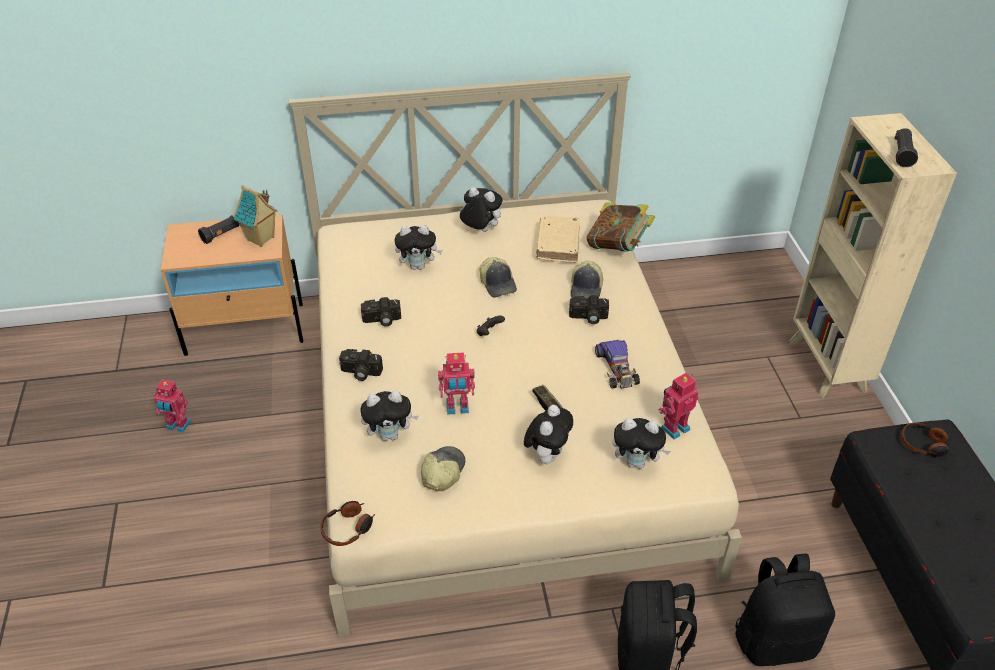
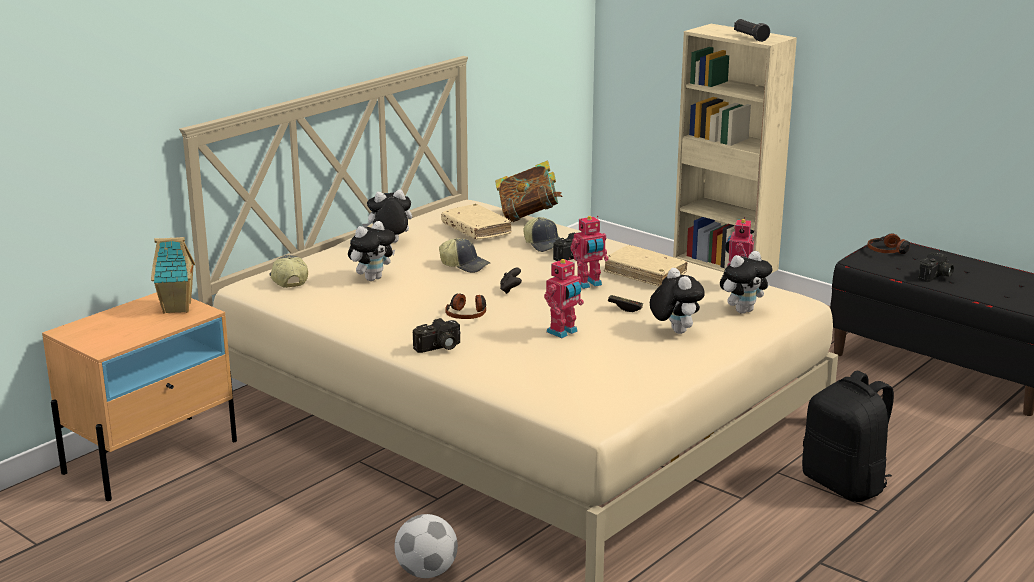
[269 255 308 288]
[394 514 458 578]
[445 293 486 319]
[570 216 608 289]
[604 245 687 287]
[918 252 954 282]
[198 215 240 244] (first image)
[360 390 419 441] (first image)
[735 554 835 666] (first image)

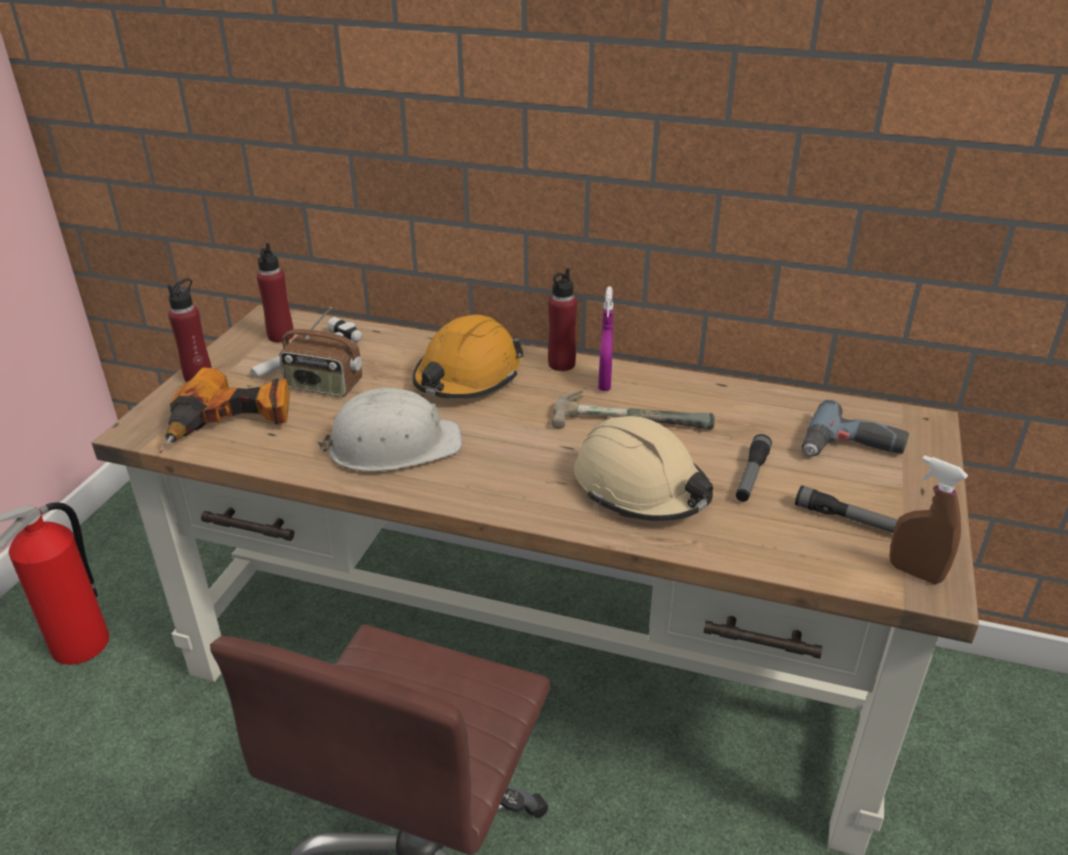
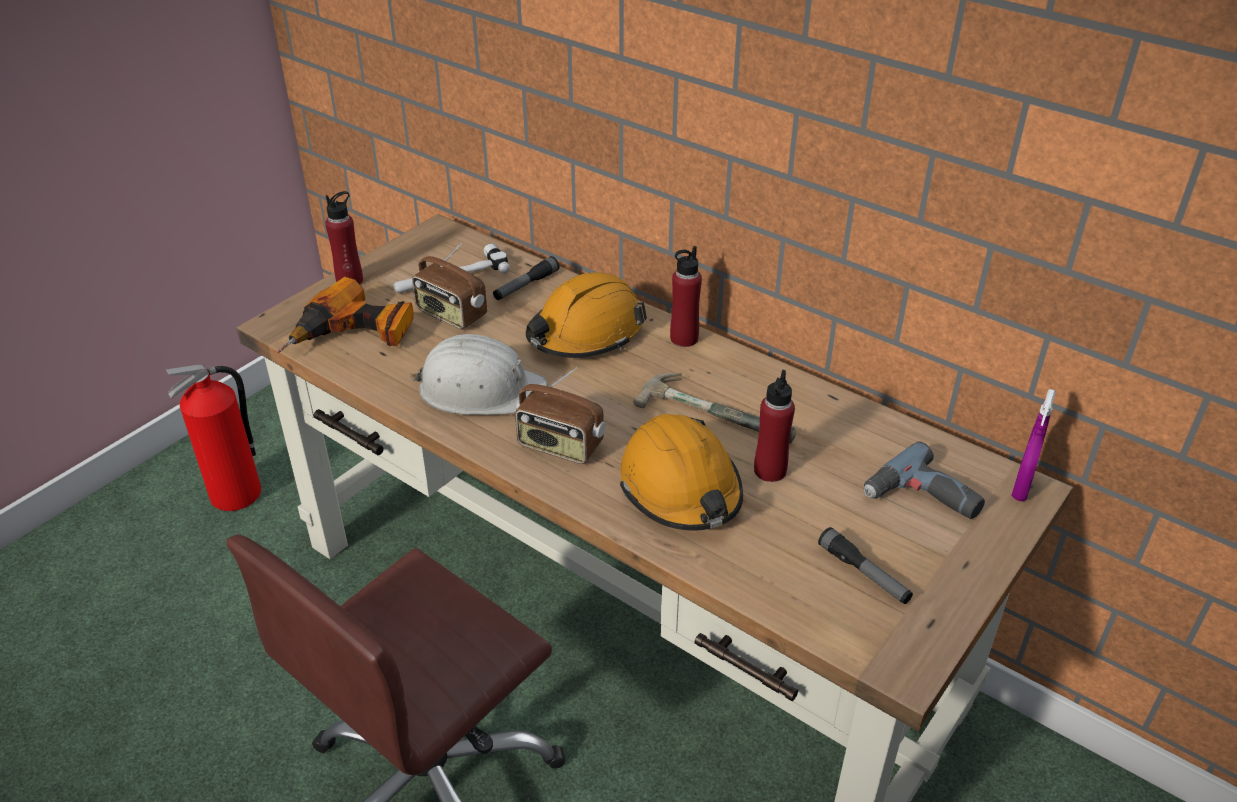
[493 256 559 300]
[515 367 605 464]
[620 414 743 531]
[754 370 795 482]
[1011 389 1056 501]
[889 455 968 584] (first image)

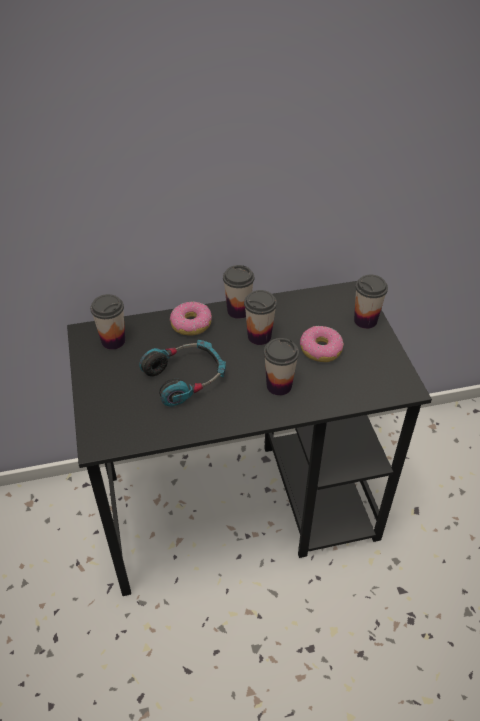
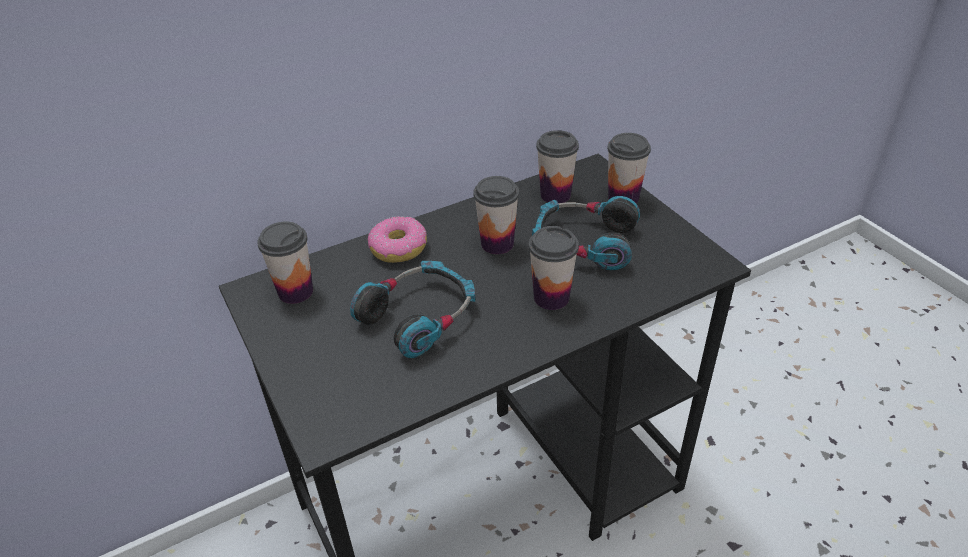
[532 196 640 270]
[536 130 579 203]

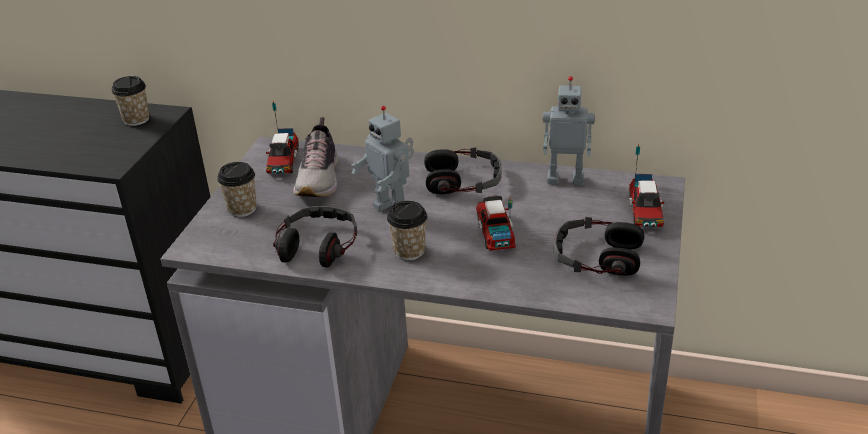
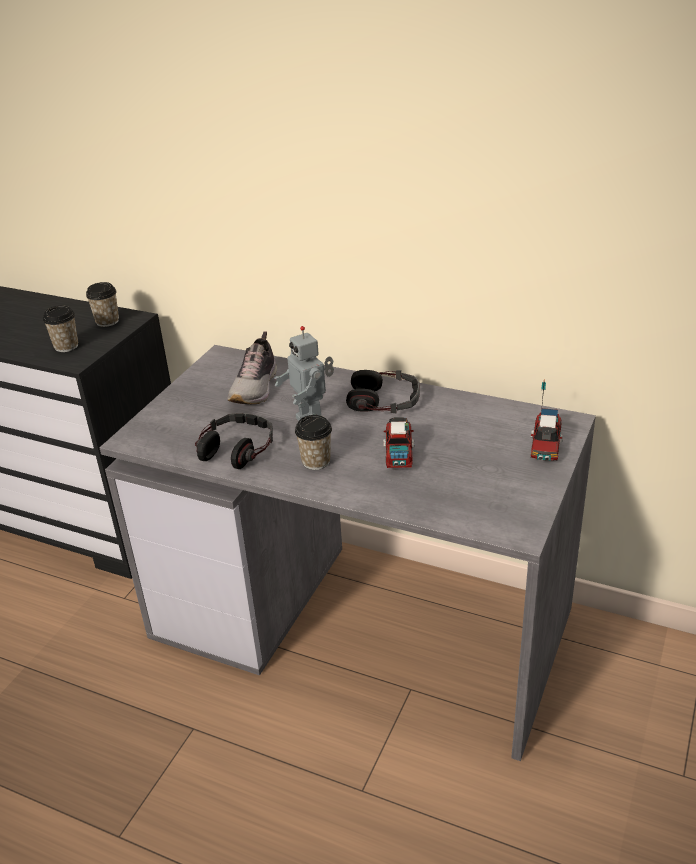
[43 306 78 352]
[266 101 299 174] (first image)
[543 76 595 186] (first image)
[554 217 645 276] (first image)

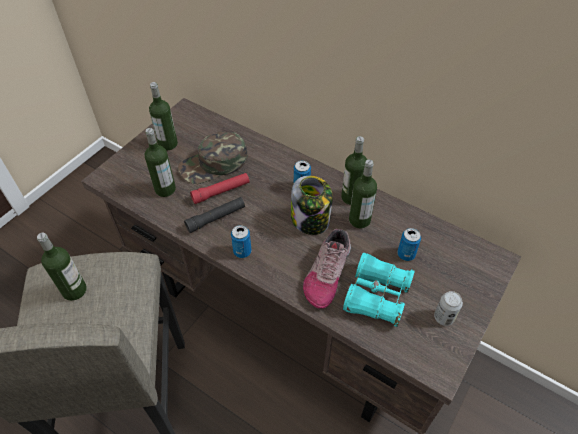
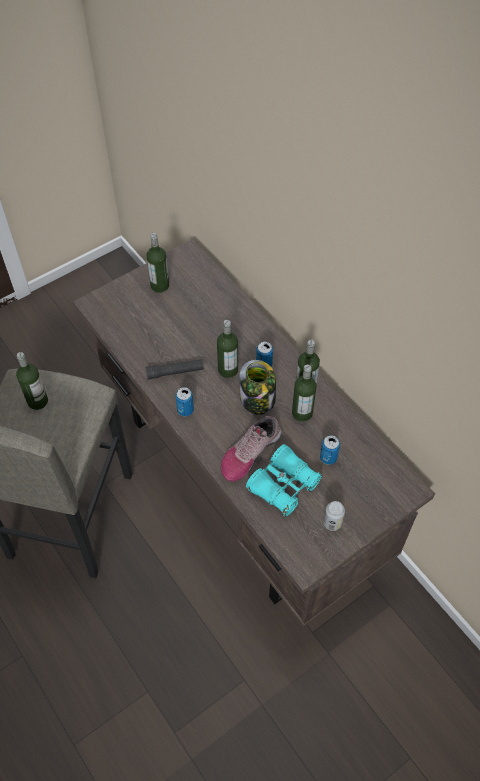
[217 320 238 378]
[178 131 248 184] (first image)
[190 173 250 204] (first image)

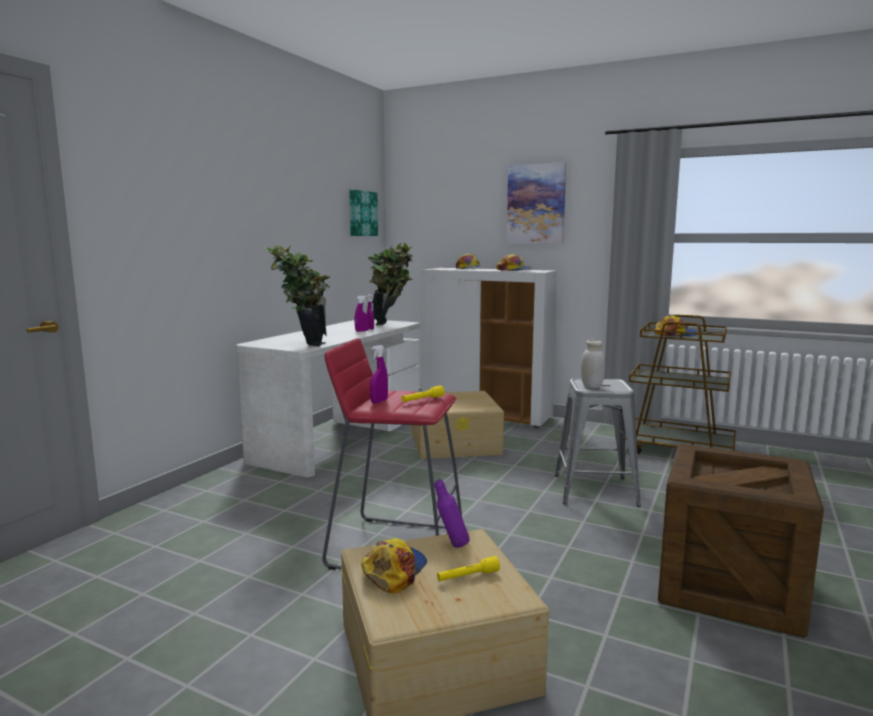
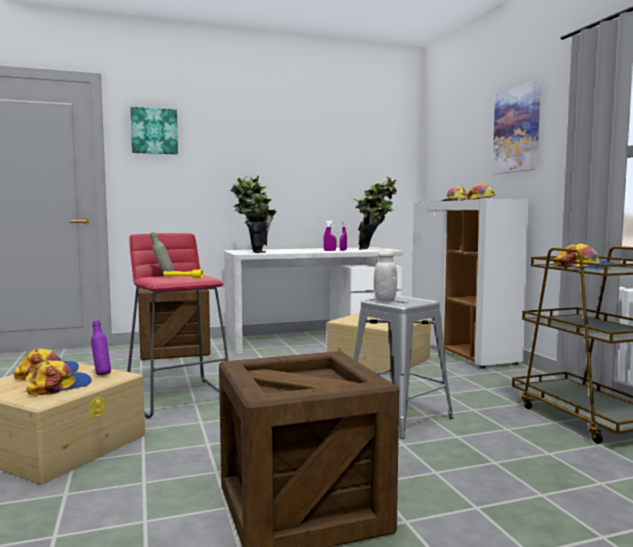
[25 360 92 395]
[130 107 178 155]
[138 288 210 360]
[150 232 175 273]

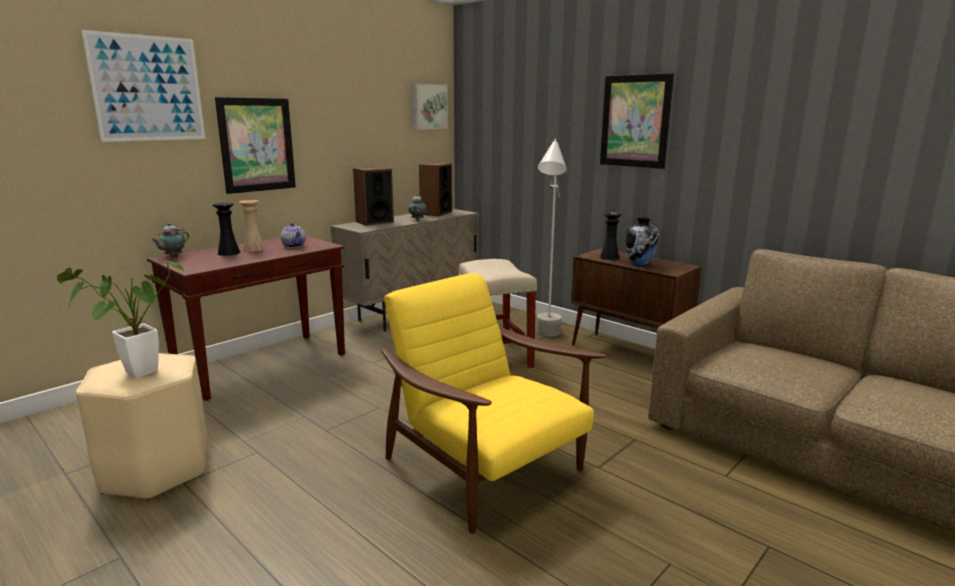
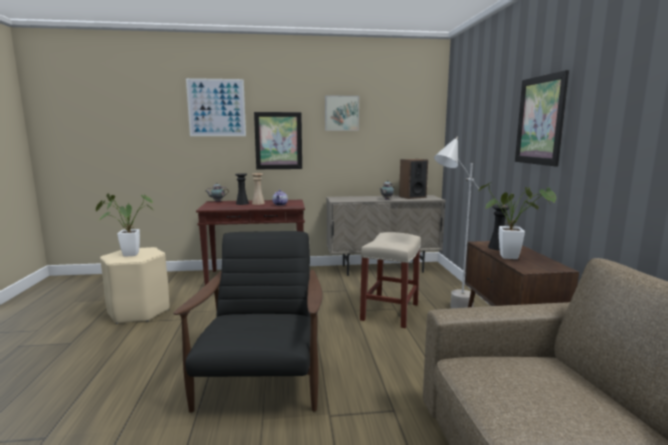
[173 231 323 413]
[325 95 359 130]
[479 182 556 259]
[353 167 394 226] (first image)

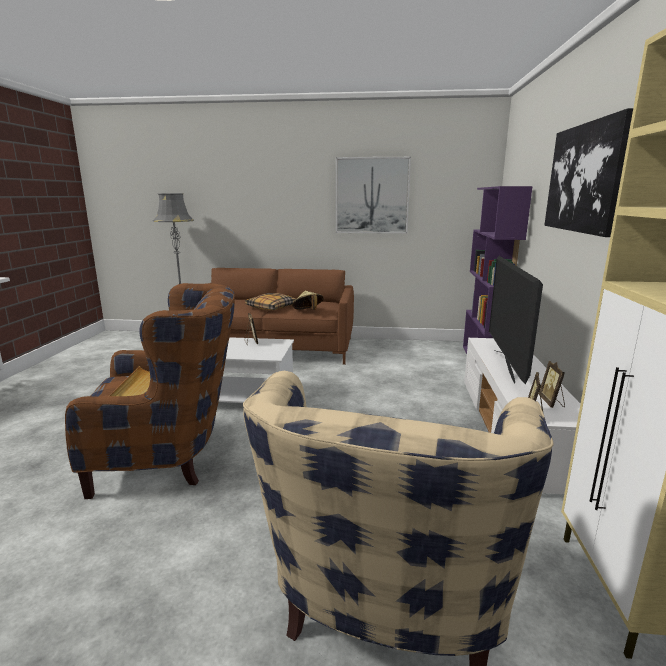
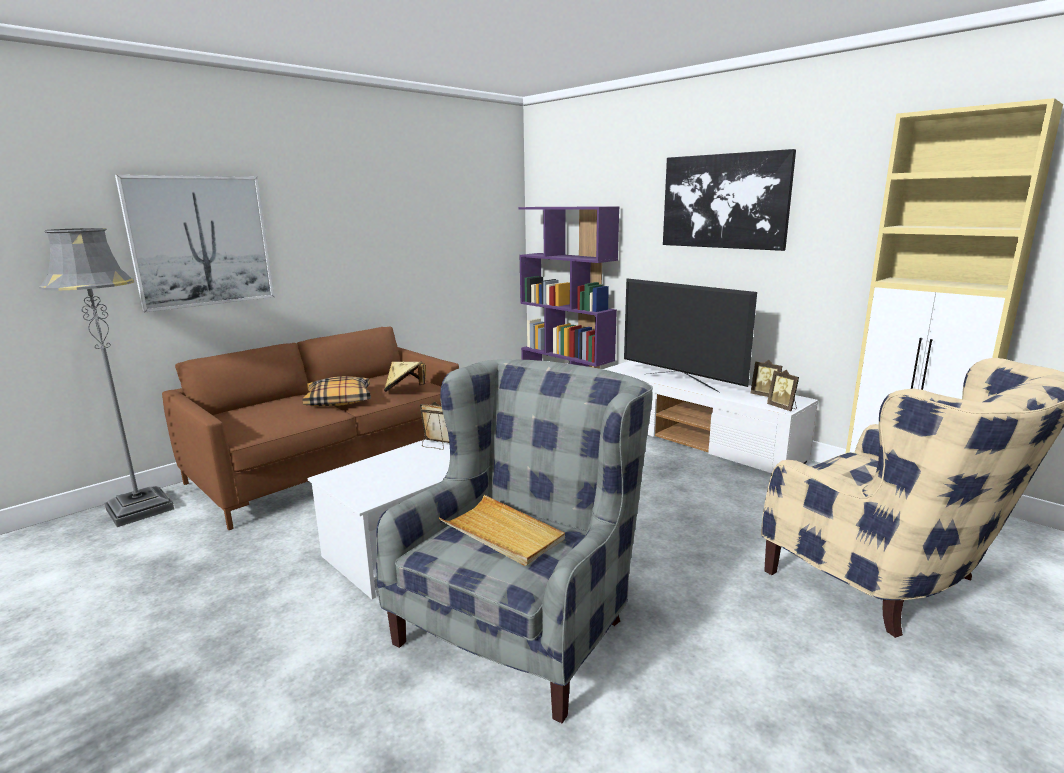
[115 175 274 312]
[376 359 653 724]

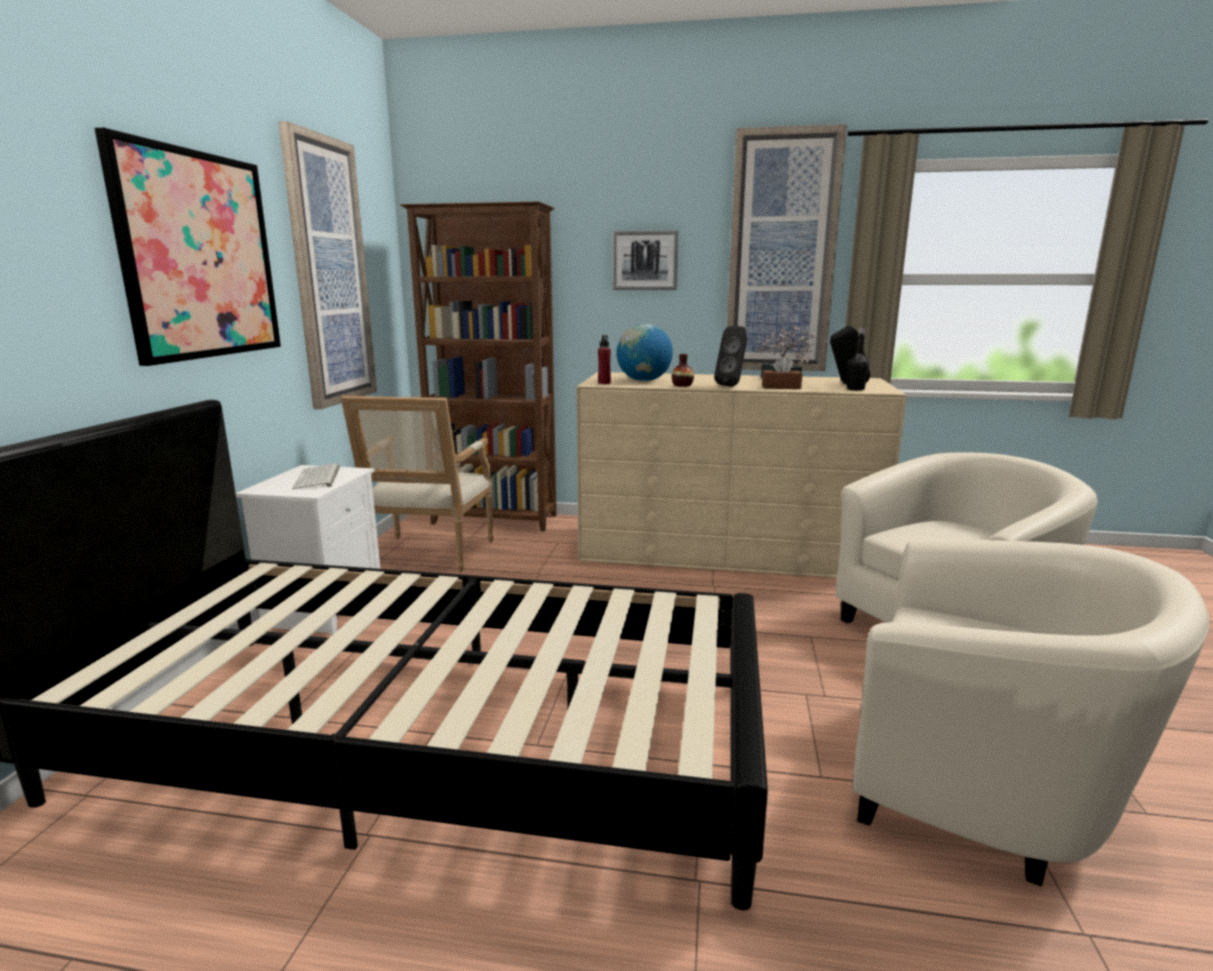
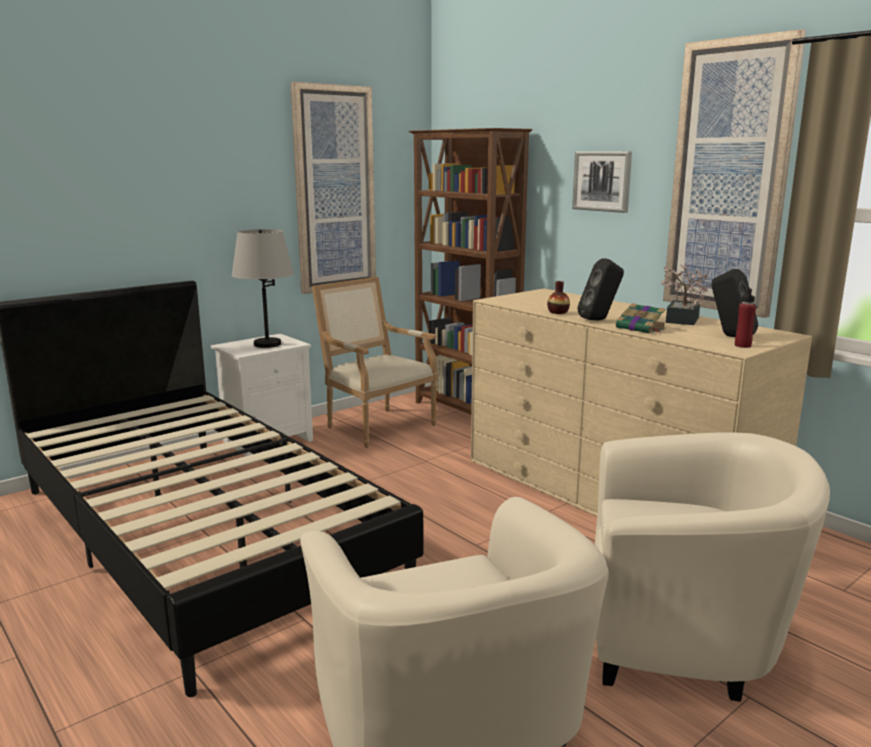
[232 229 294 348]
[312 277 438 448]
[616 303 666 334]
[735 287 756 348]
[95 128 281 366] (first image)
[617 324 673 381] (first image)
[847 328 869 390] (first image)

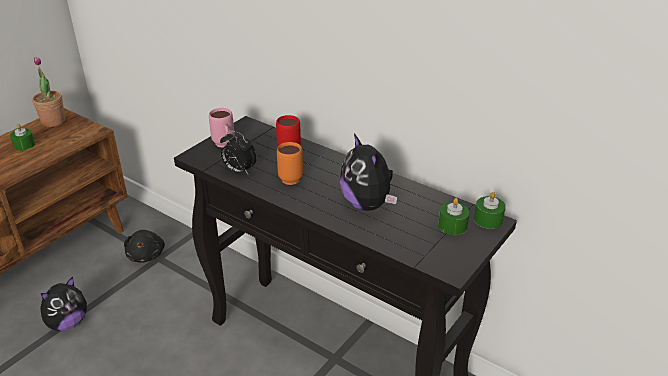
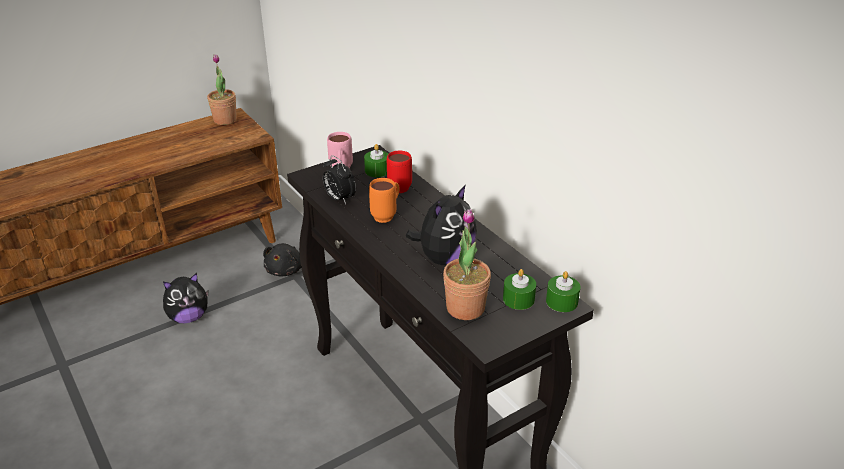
[364 144 388 177]
[406 185 477 265]
[443 209 491 320]

